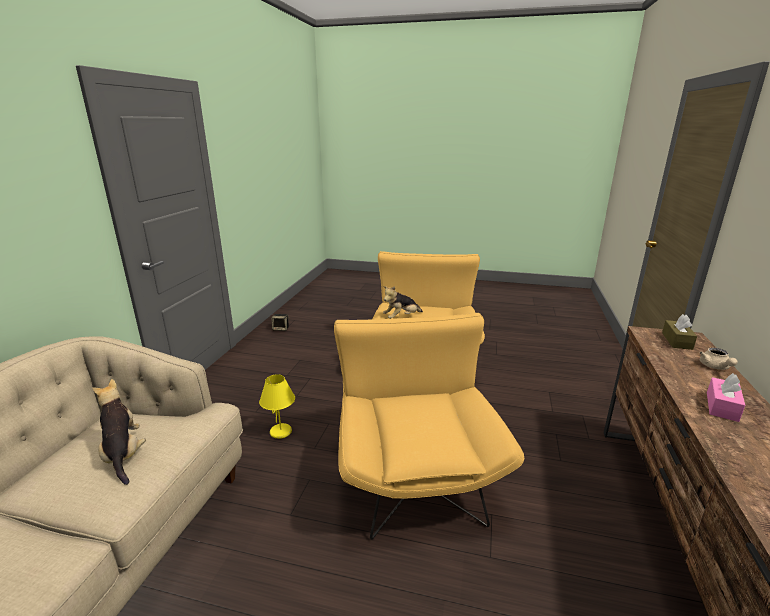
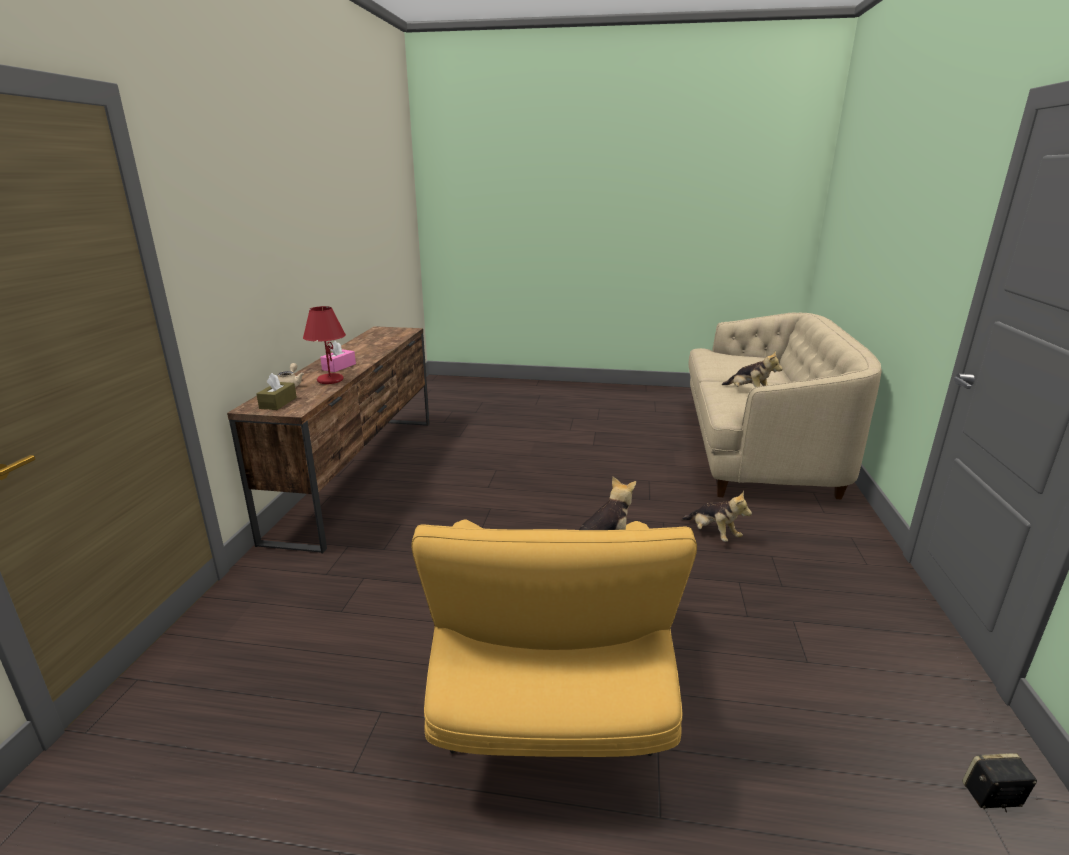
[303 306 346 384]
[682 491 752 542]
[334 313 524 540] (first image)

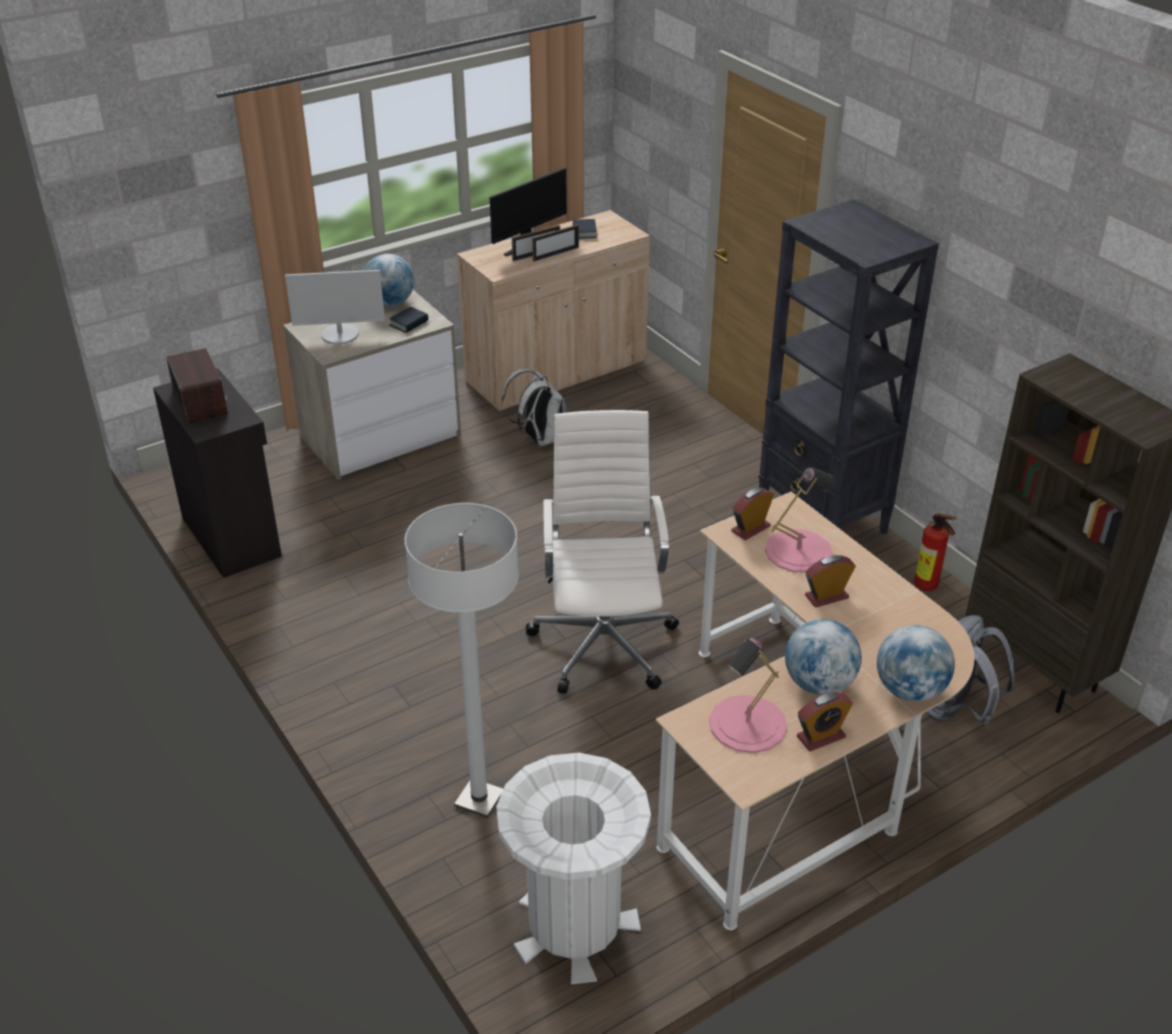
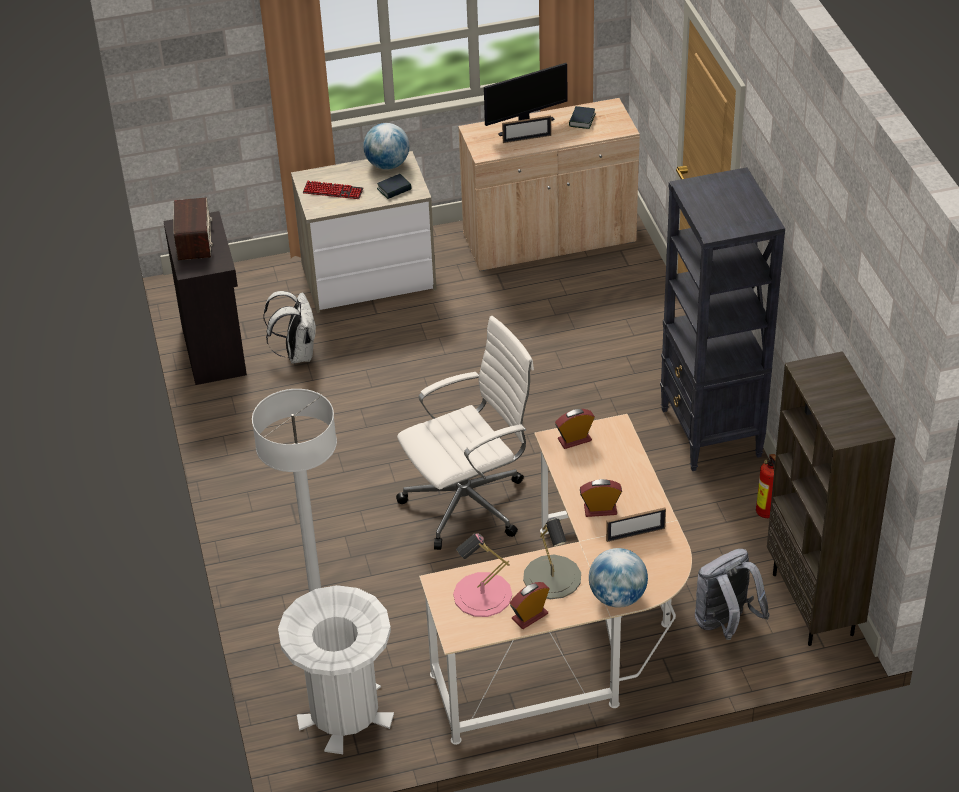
[263 291 316 364]
[303 181 363 199]
[396 316 534 550]
[510 582 549 629]
[523 517 581 599]
[606 508 666 542]
[765 467 834 573] (first image)

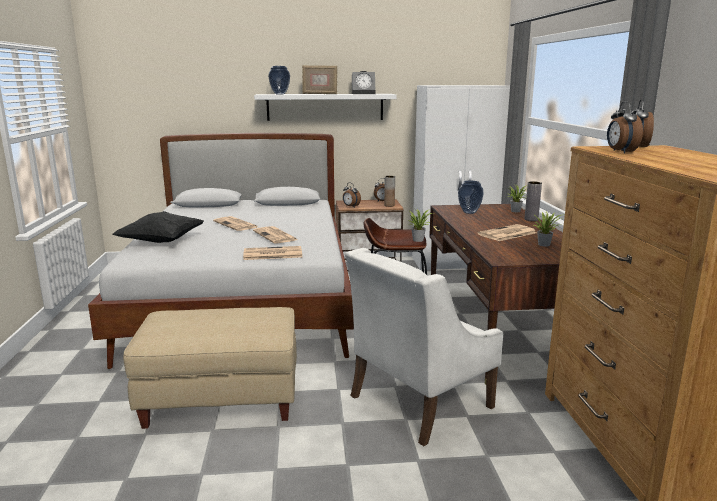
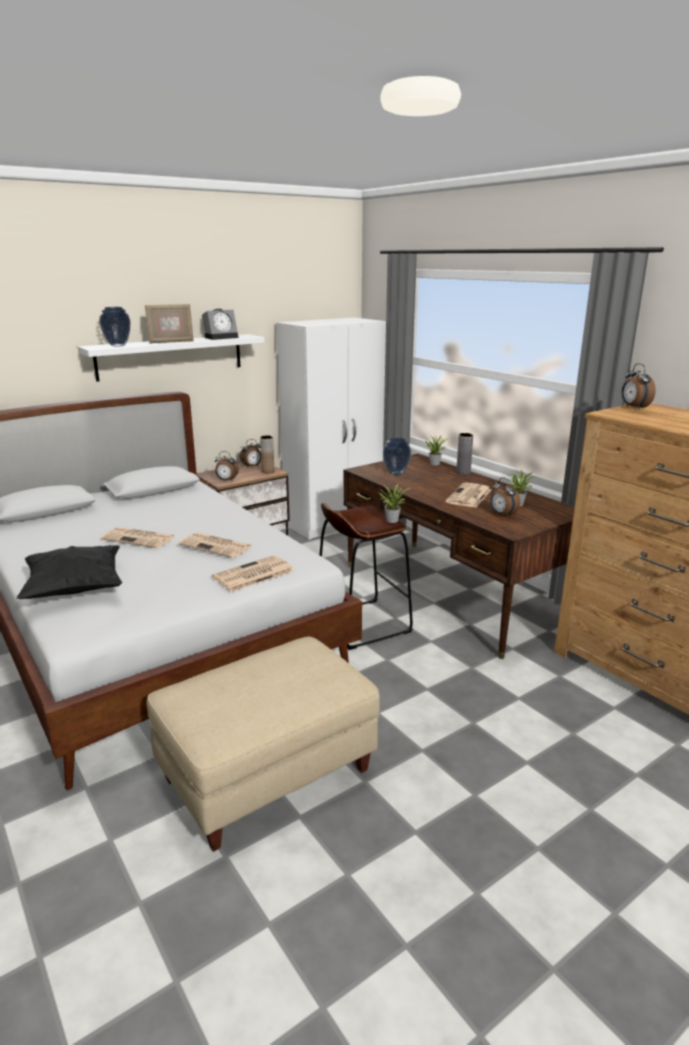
[490 477 520 517]
[345 248 503 446] (first image)

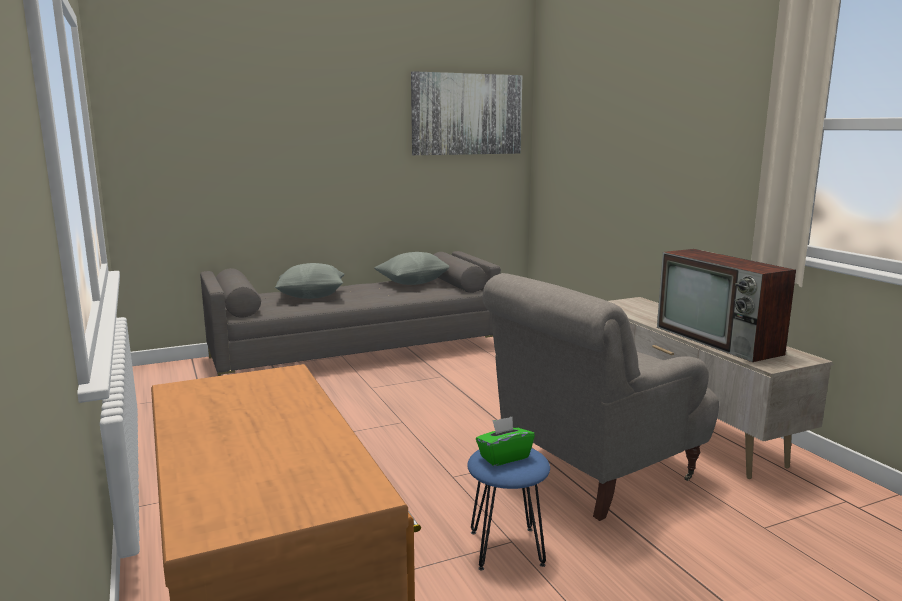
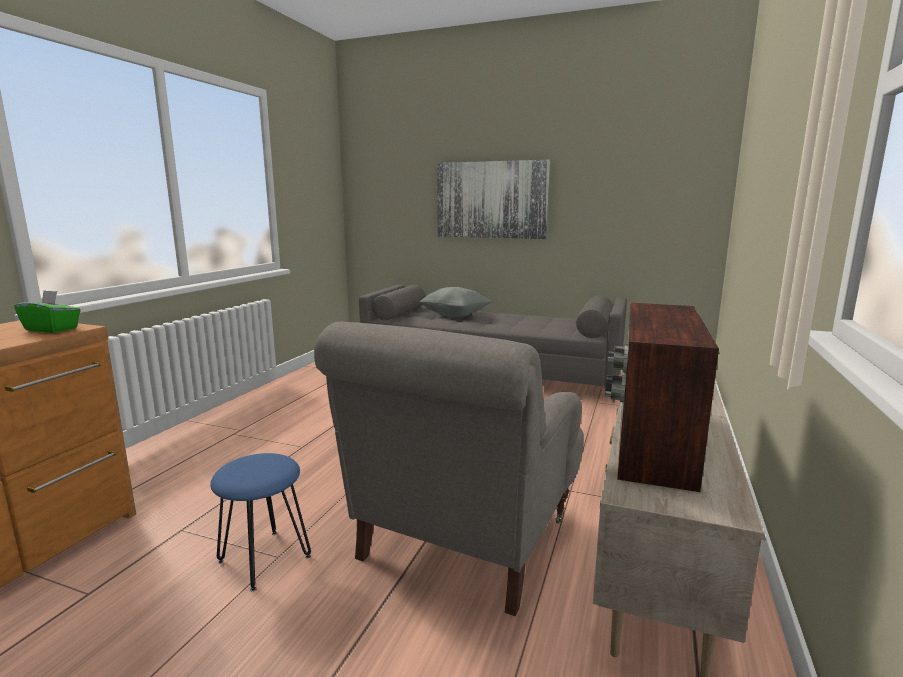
[14 290 81 333]
[314 322 584 616]
[437 160 550 239]
[374 252 449 285] (first image)

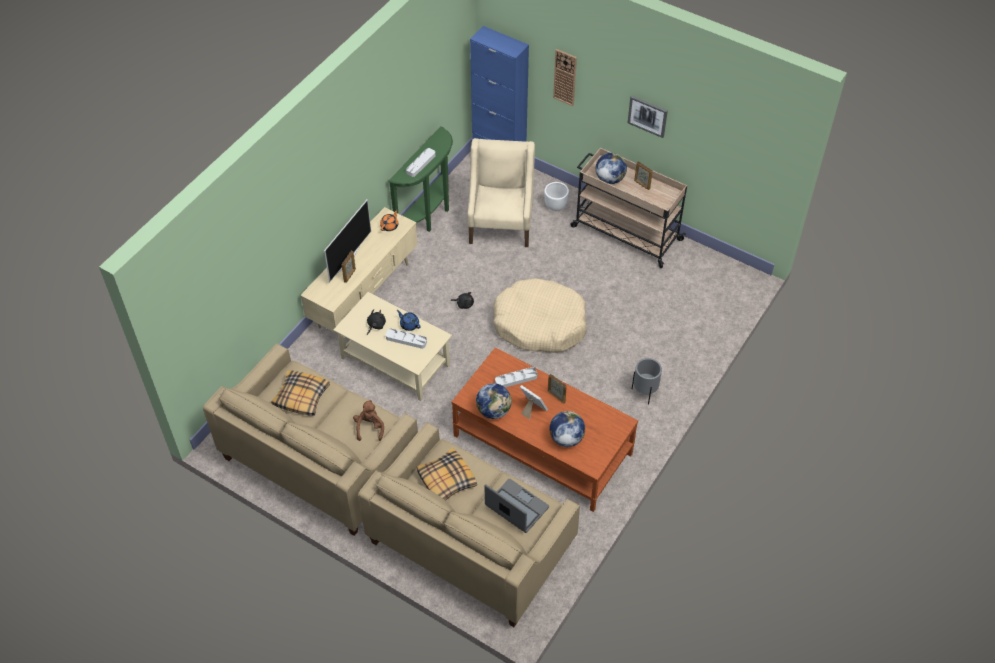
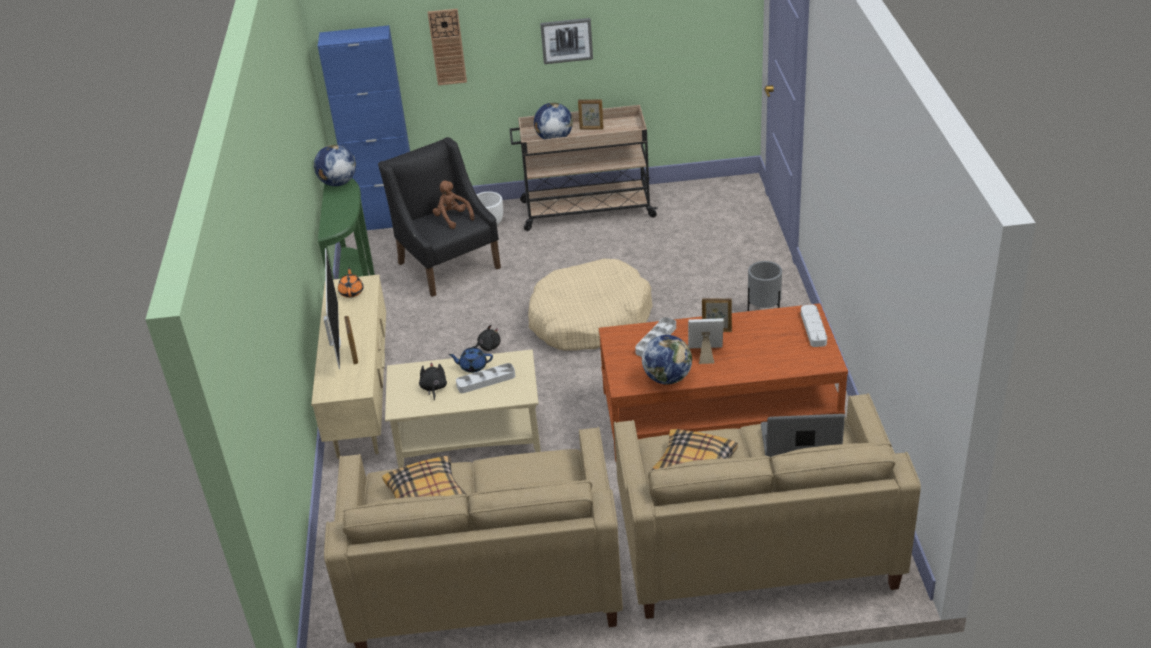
[314 145 356 186]
[378 137 501 297]
[433 180 474 229]
[801 305 827 347]

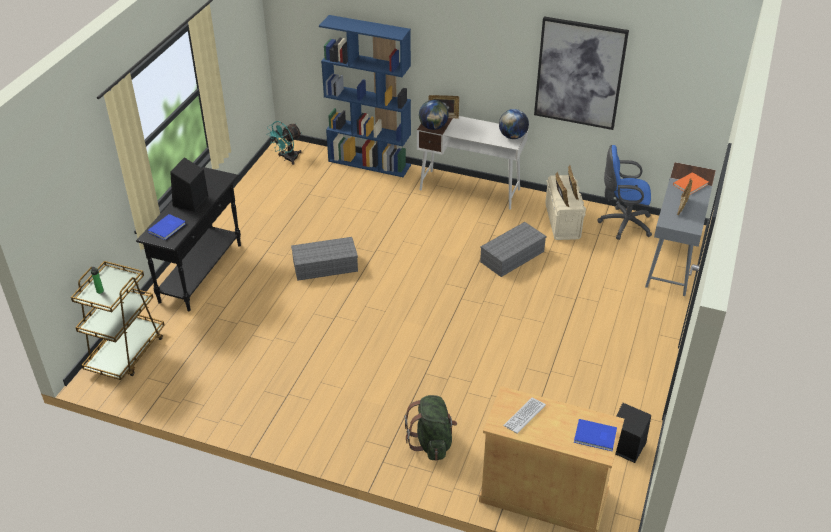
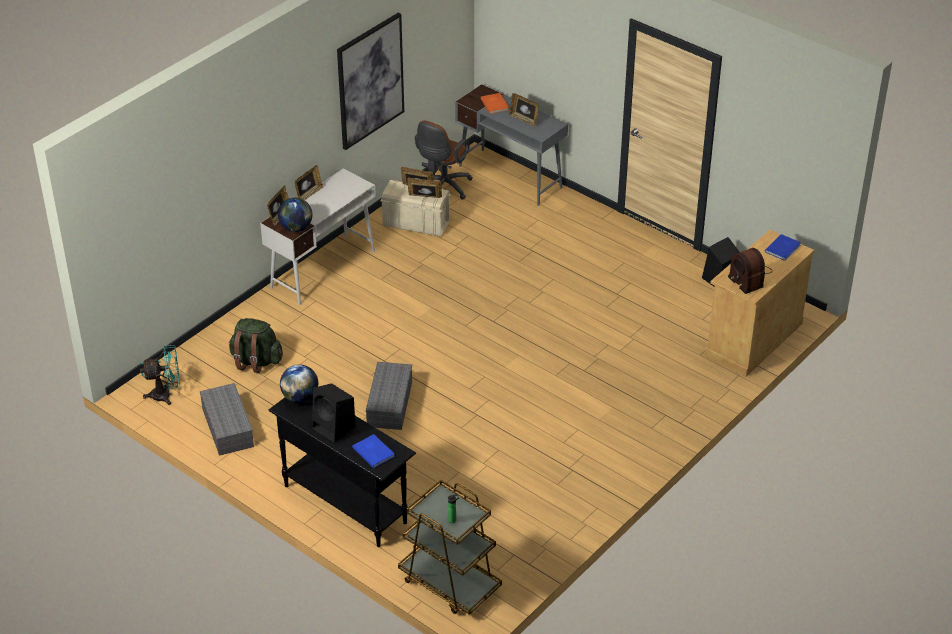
[140 345 180 405]
[200 383 254 456]
[229 318 283 373]
[280 364 318 403]
[295 165 323 200]
[415 121 473 200]
[728 248 769 294]
[319 15 411 177] (first image)

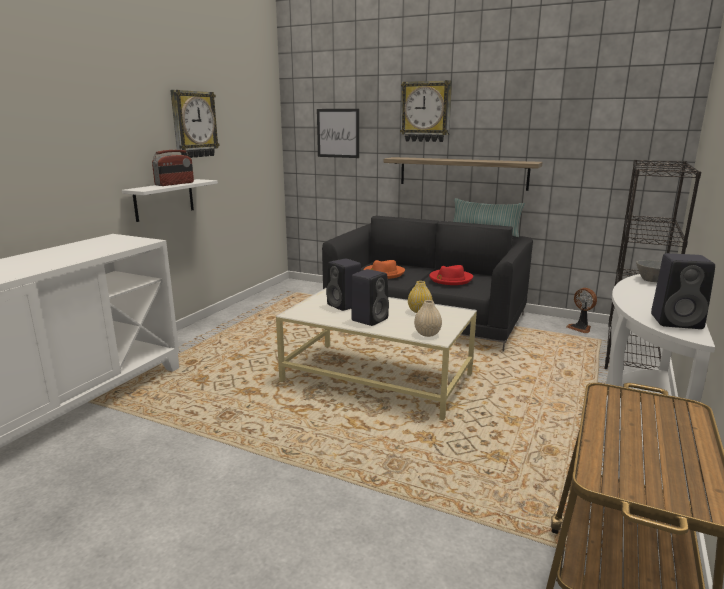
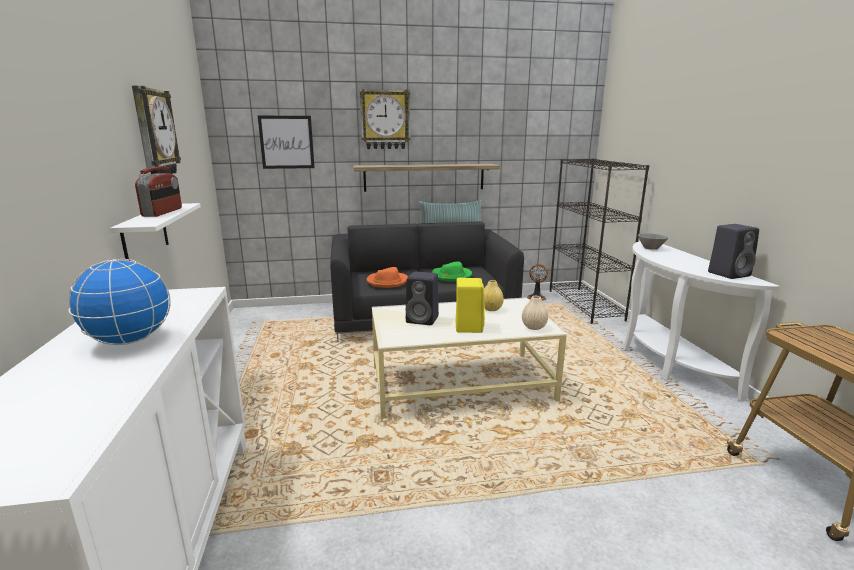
[68 259 171 345]
[432 262 472 282]
[456 278 485 333]

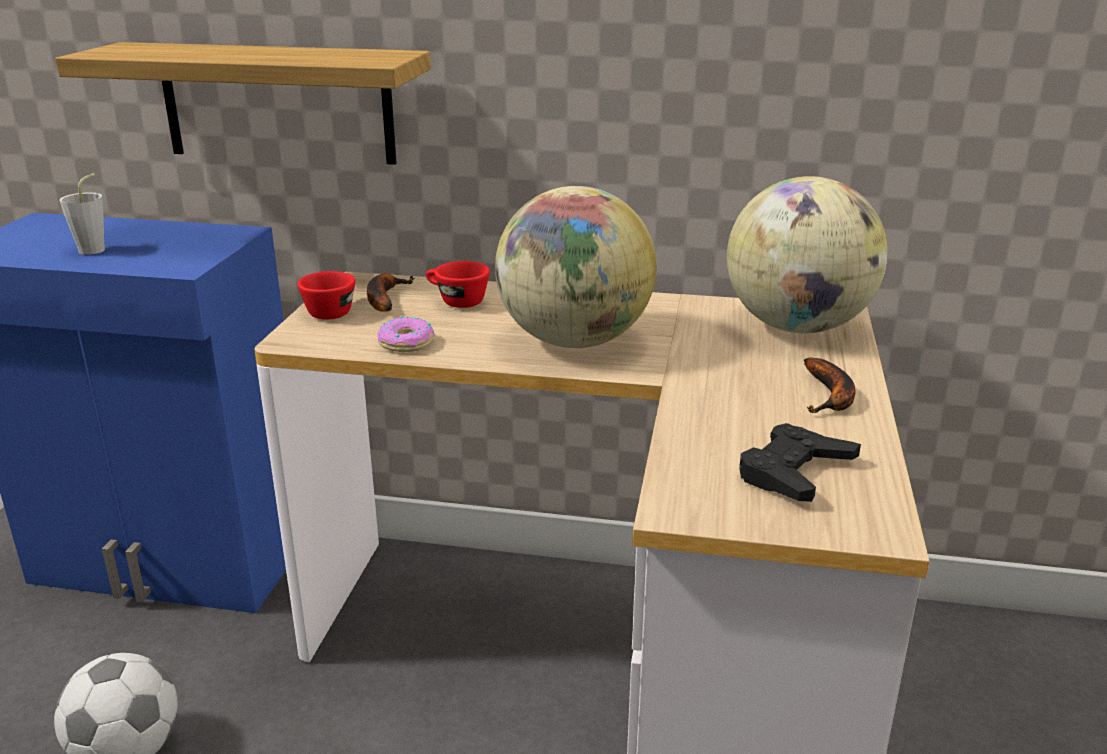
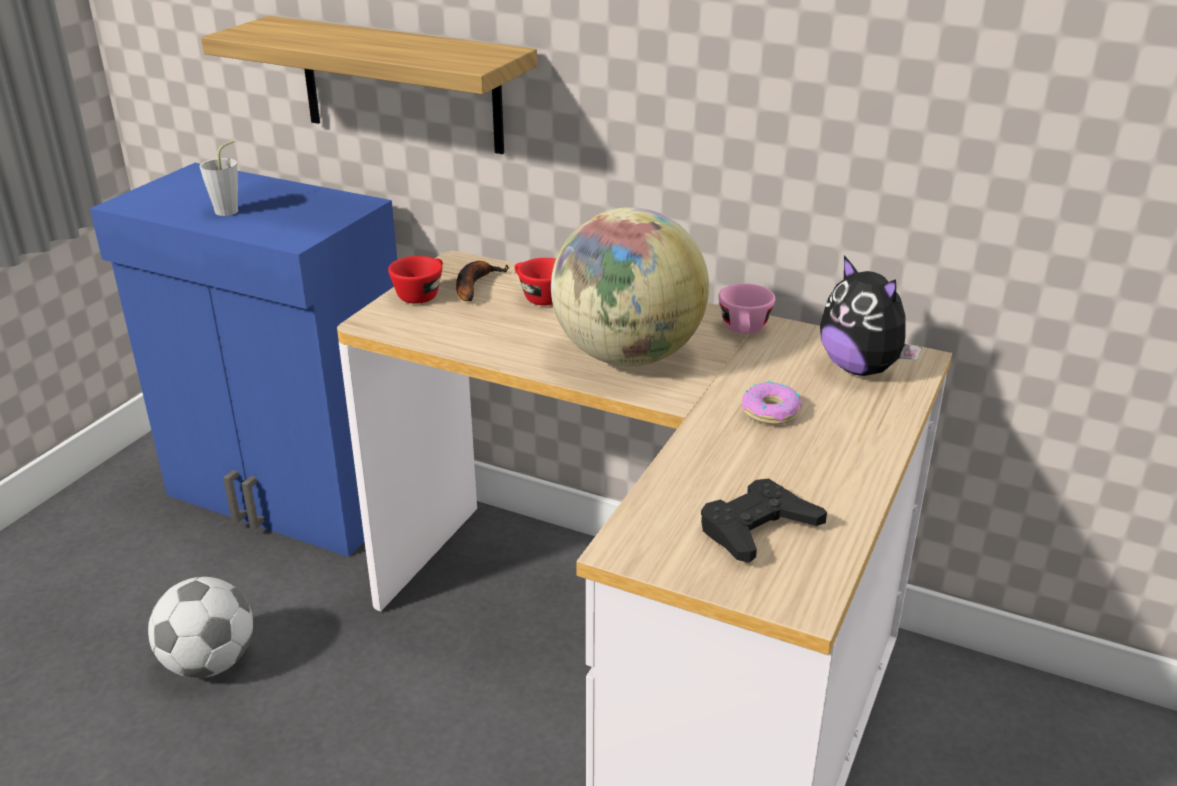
[719 284 775 334]
[742 381 802 425]
[820 255 922 376]
[804 358 855 413] (first image)

